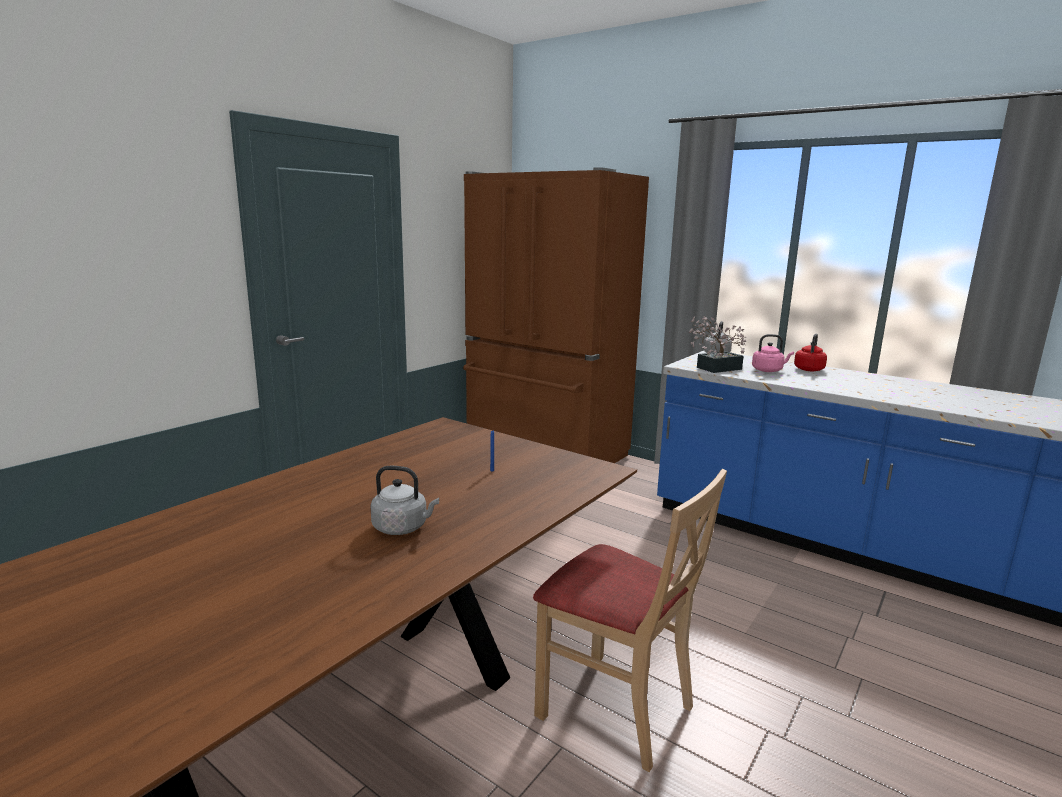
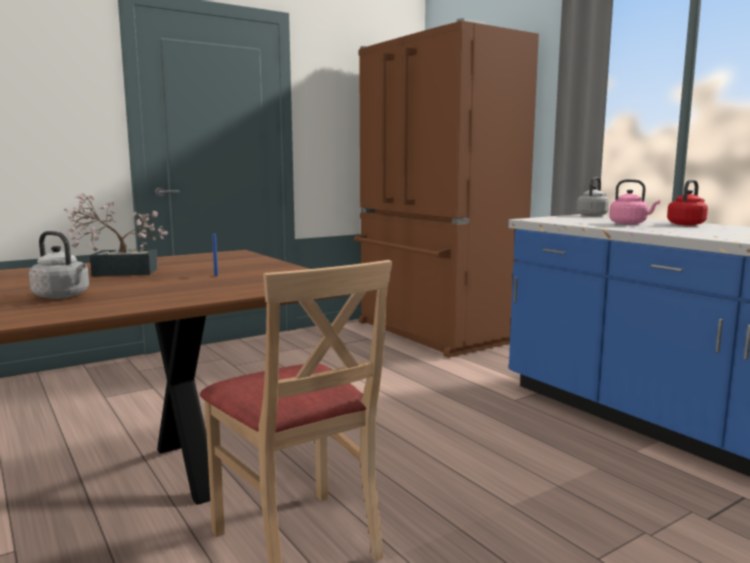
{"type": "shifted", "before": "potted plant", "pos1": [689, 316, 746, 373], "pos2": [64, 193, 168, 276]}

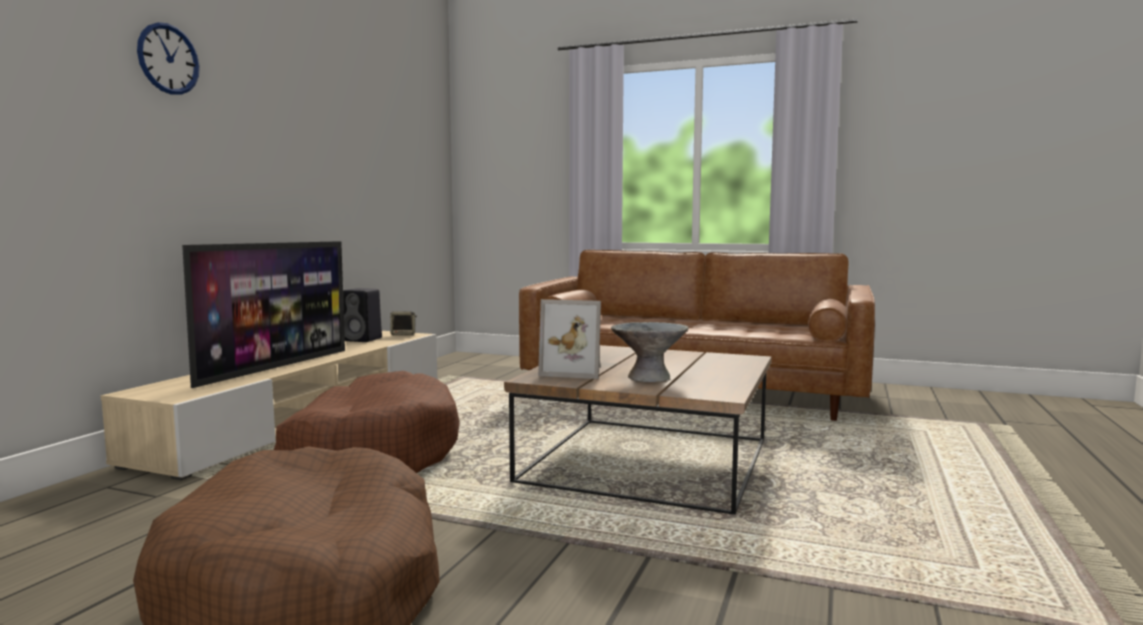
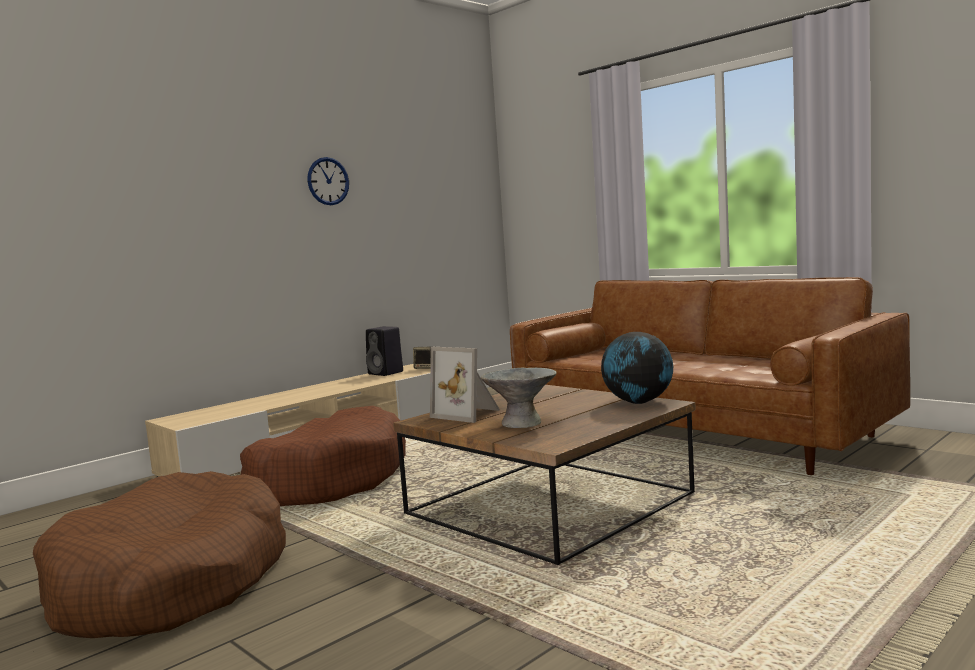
{"type": "shifted", "before": "wall clock", "pos1": [137, 22, 200, 95], "pos2": [307, 157, 349, 205]}
{"type": "gone", "before": "television", "pos1": [182, 241, 345, 388]}
{"type": "new", "after": "globe", "pos2": [601, 332, 673, 404]}

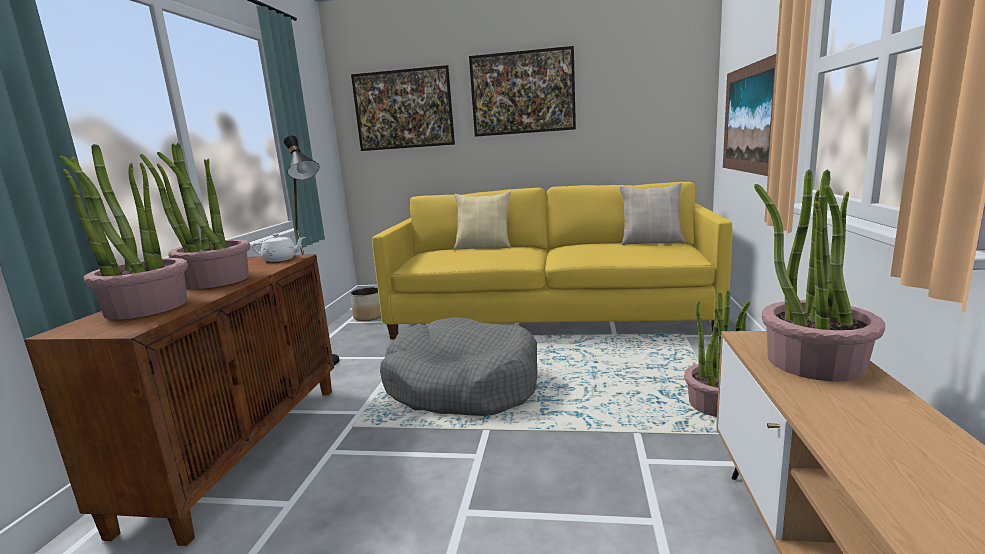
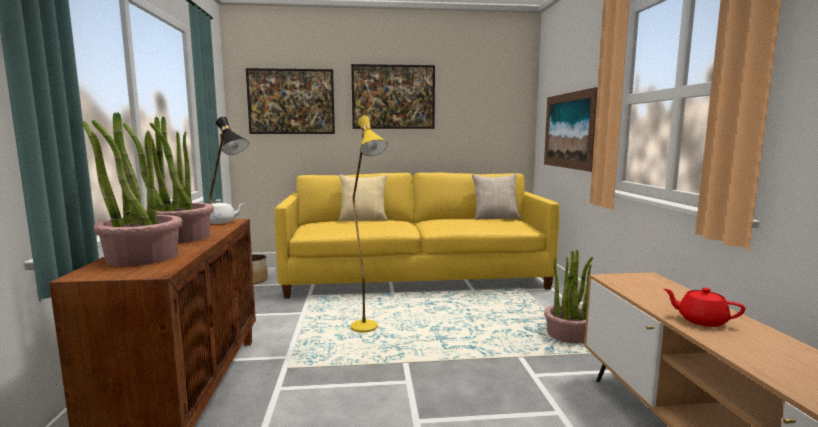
{"type": "swapped", "before": "grey dog bed", "after": "yellow floor lamp", "pos1": [380, 317, 537, 416], "pos2": [351, 116, 388, 332]}
{"type": "gone", "before": "potted plant", "pos1": [754, 170, 885, 381]}
{"type": "new", "after": "red teapot", "pos2": [664, 288, 745, 327]}

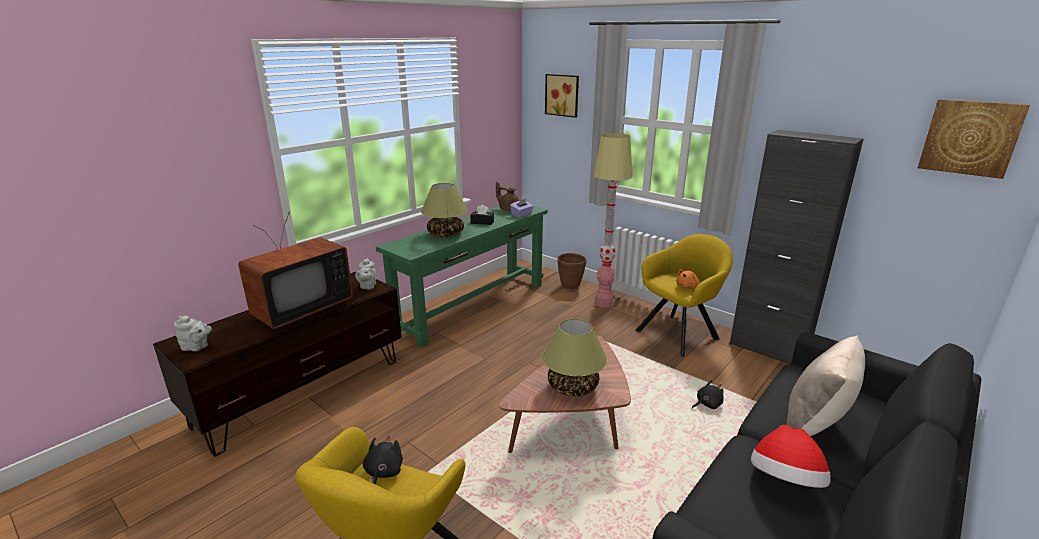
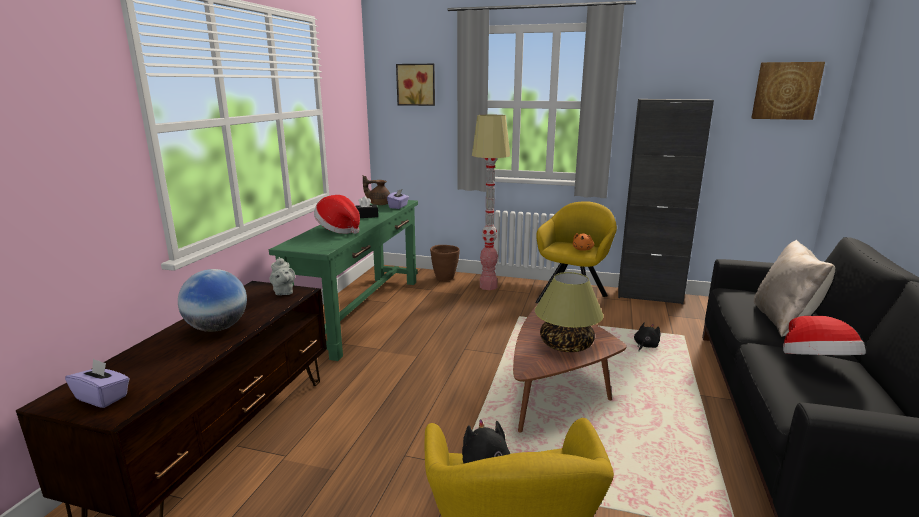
{"type": "swapped", "before": "grey teapot", "after": "purple tissue box", "pos1": [174, 316, 212, 351], "pos2": [65, 358, 130, 408]}
{"type": "swapped", "before": "television", "after": "globe", "pos1": [238, 212, 353, 329], "pos2": [178, 269, 247, 332]}
{"type": "swapped", "before": "table lamp", "after": "hat", "pos1": [421, 183, 468, 237], "pos2": [314, 195, 360, 234]}

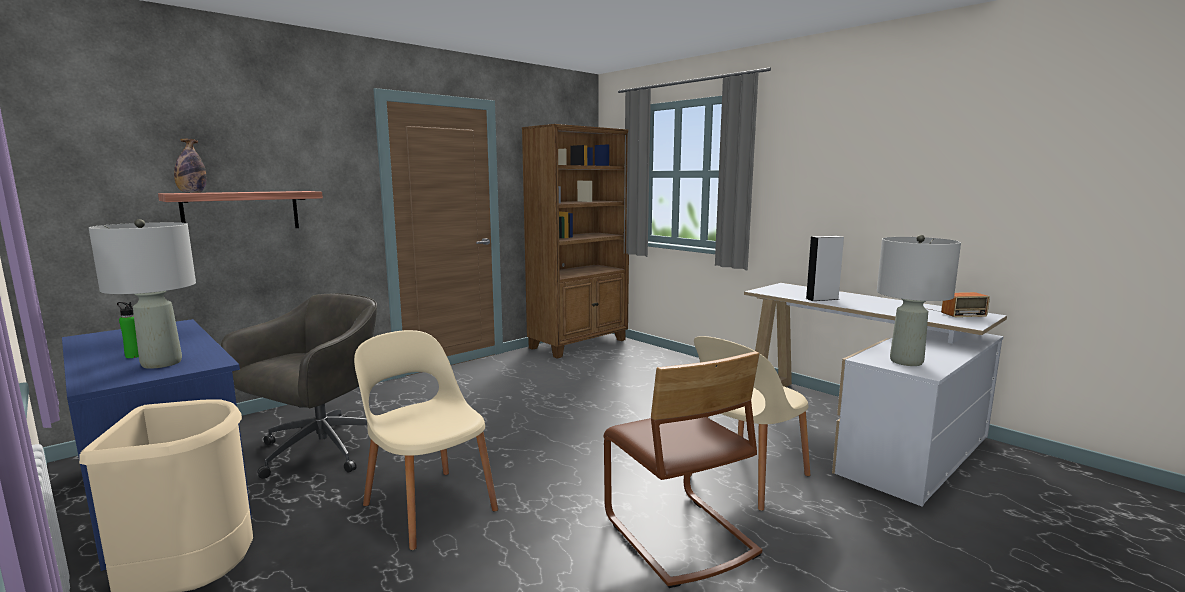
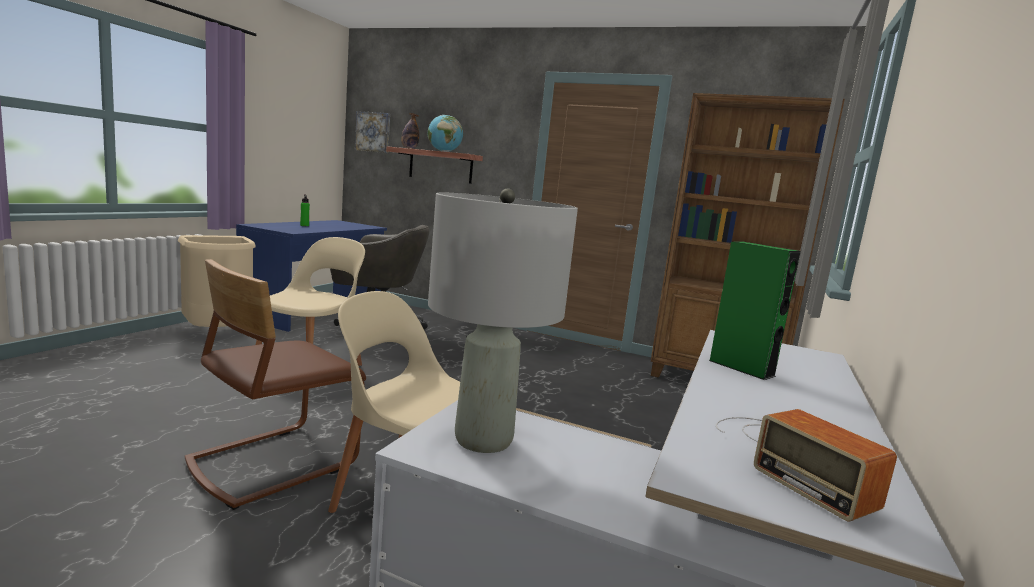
{"type": "gone", "before": "grey table lamp", "pos1": [89, 219, 196, 369]}
{"type": "repainted", "before": "grey speaker", "after": "green speaker", "pos1": [806, 236, 844, 301], "pos2": [708, 241, 800, 380]}
{"type": "new", "after": "picture", "pos2": [355, 111, 390, 153]}
{"type": "new", "after": "globe", "pos2": [428, 115, 463, 152]}

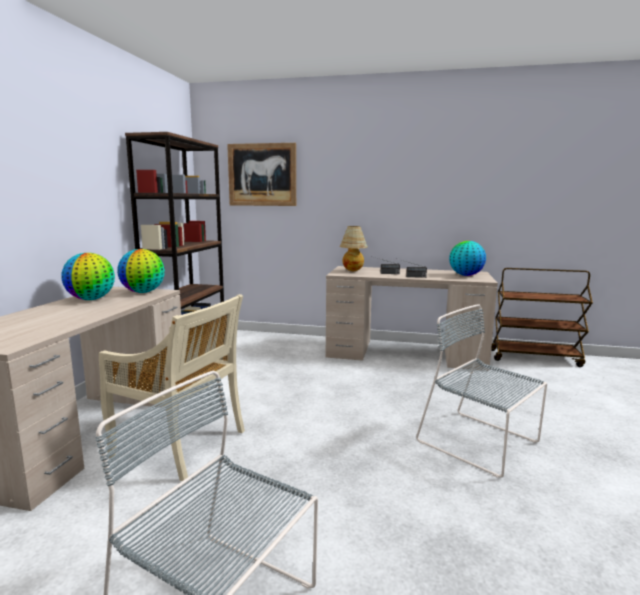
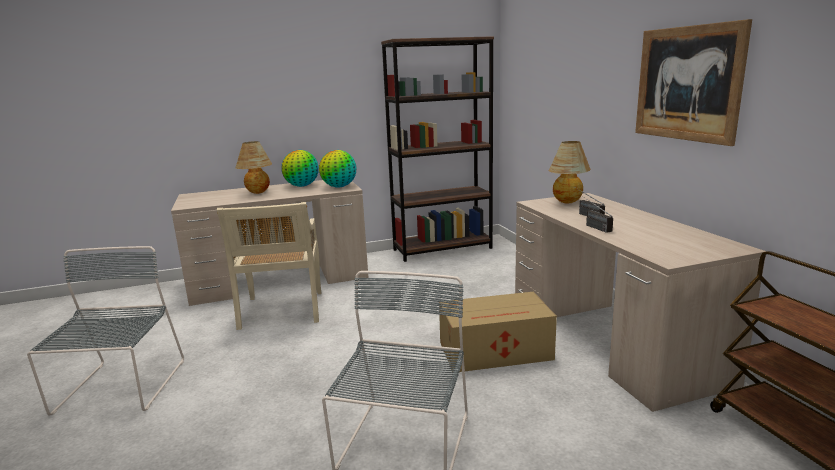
{"type": "shifted", "before": "picture", "pos1": [227, 143, 296, 206], "pos2": [635, 19, 752, 146]}
{"type": "gone", "before": "globe", "pos1": [449, 241, 486, 276]}
{"type": "new", "after": "table lamp", "pos2": [235, 141, 272, 194]}
{"type": "new", "after": "cardboard box", "pos2": [439, 292, 557, 372]}

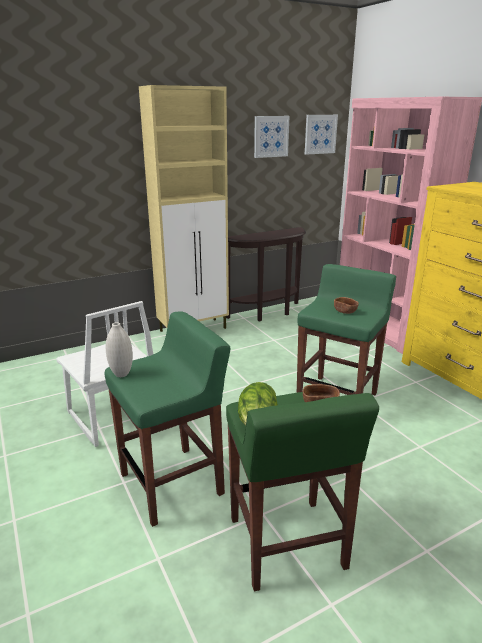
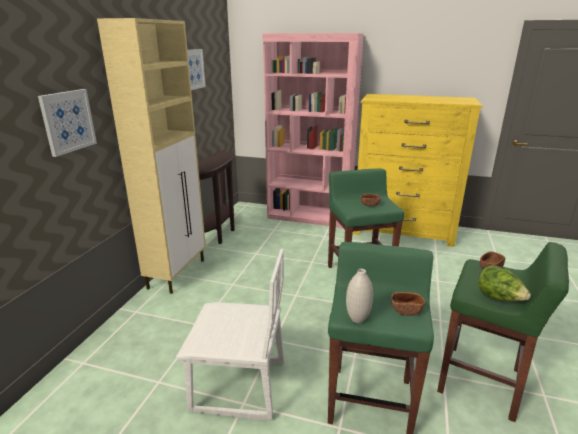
{"type": "shifted", "before": "picture", "pos1": [305, 115, 338, 155], "pos2": [38, 89, 97, 157]}
{"type": "new", "after": "brown bowl", "pos2": [391, 292, 425, 316]}

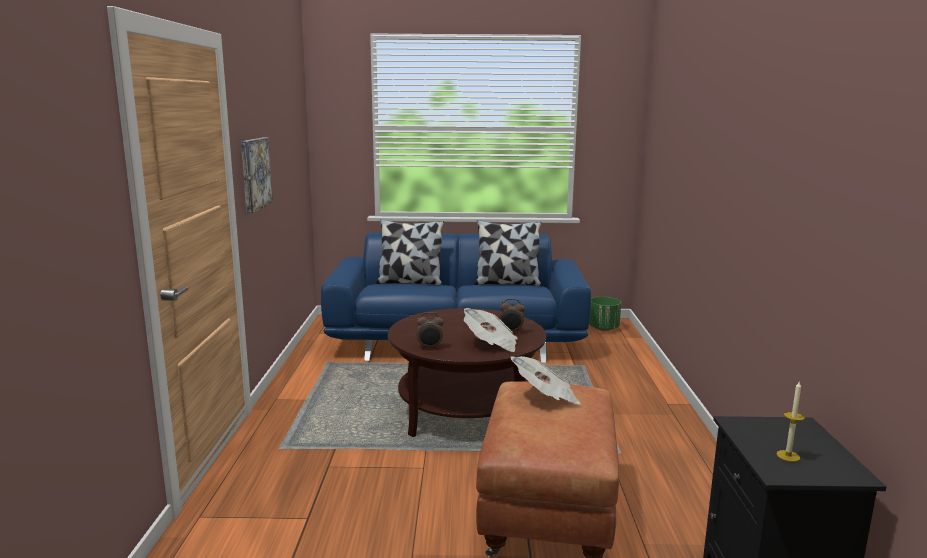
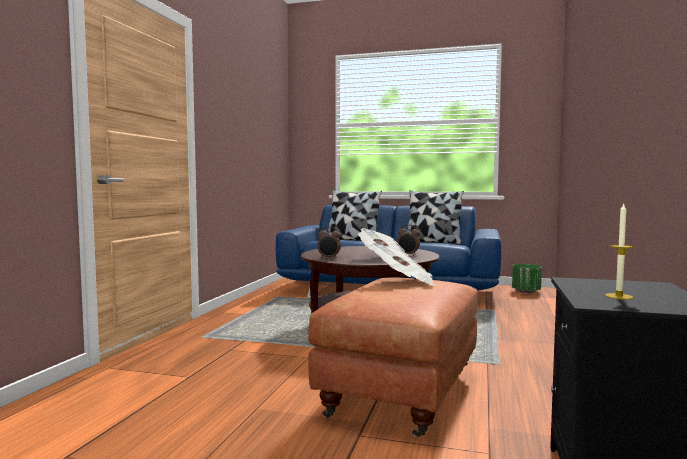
{"type": "gone", "before": "picture", "pos1": [241, 137, 273, 213]}

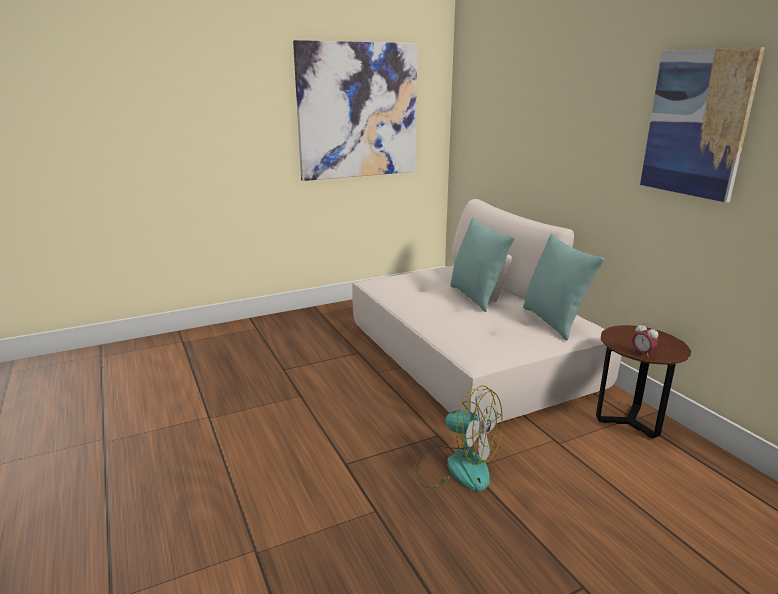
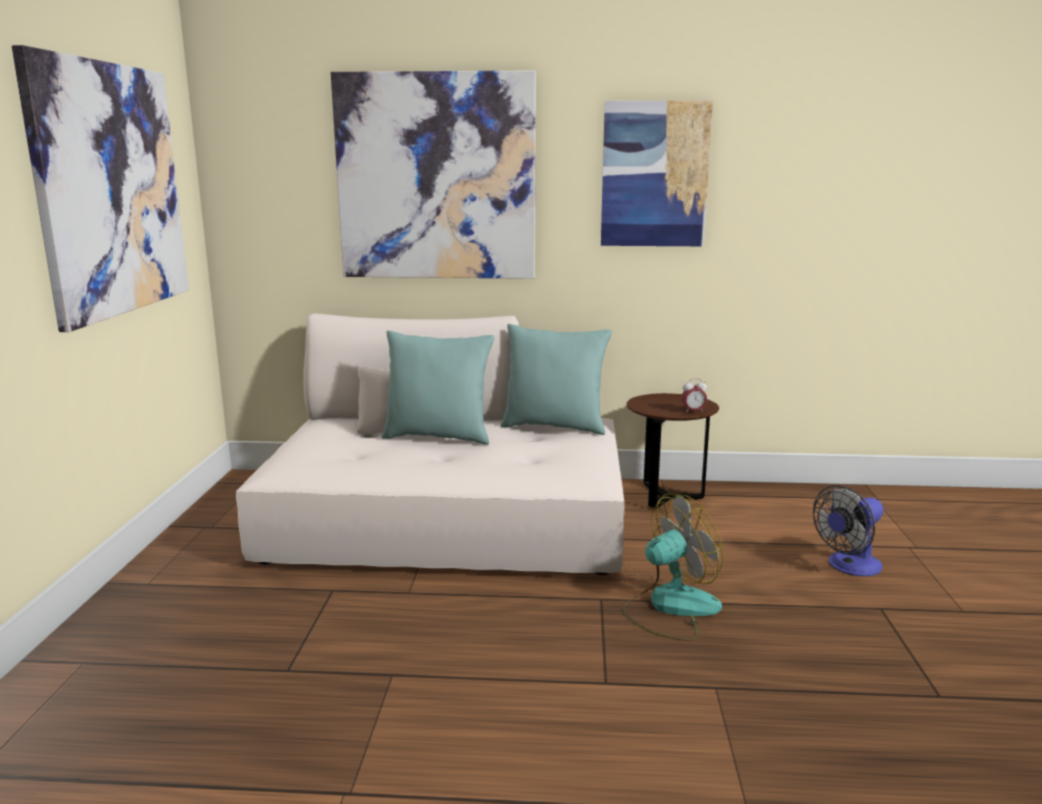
{"type": "new", "after": "picture", "pos2": [331, 71, 536, 279]}
{"type": "new", "after": "fan", "pos2": [813, 485, 883, 576]}

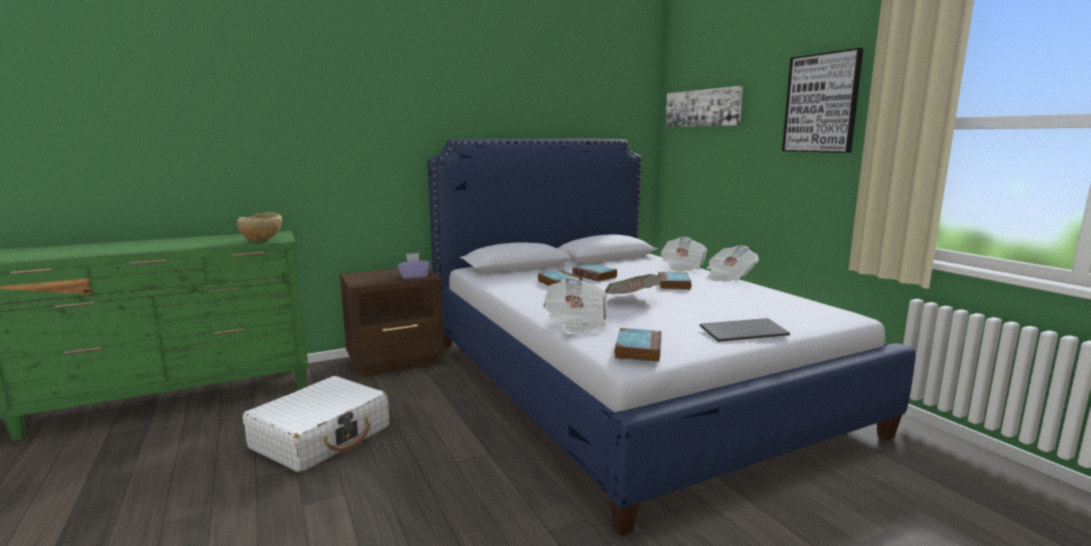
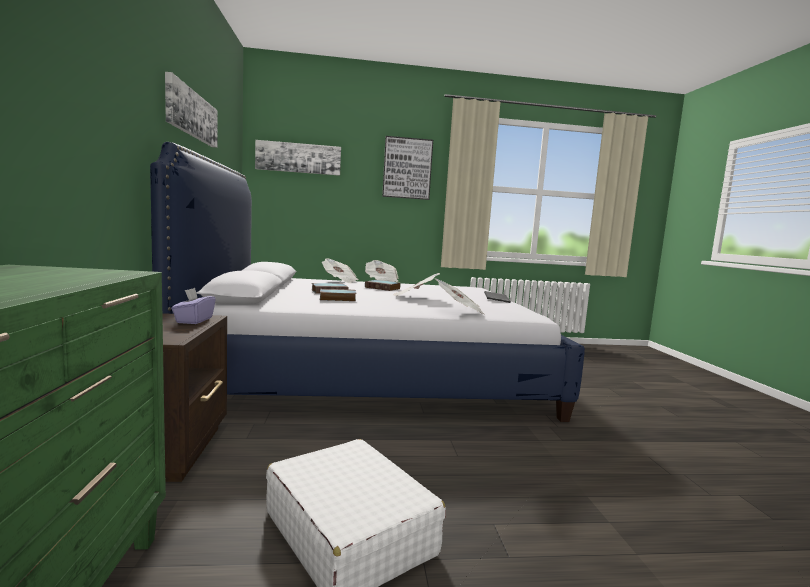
{"type": "gone", "before": "beige bowl", "pos1": [237, 212, 282, 242]}
{"type": "gone", "before": "book", "pos1": [614, 328, 662, 362]}
{"type": "new", "after": "picture", "pos2": [165, 72, 217, 148]}

